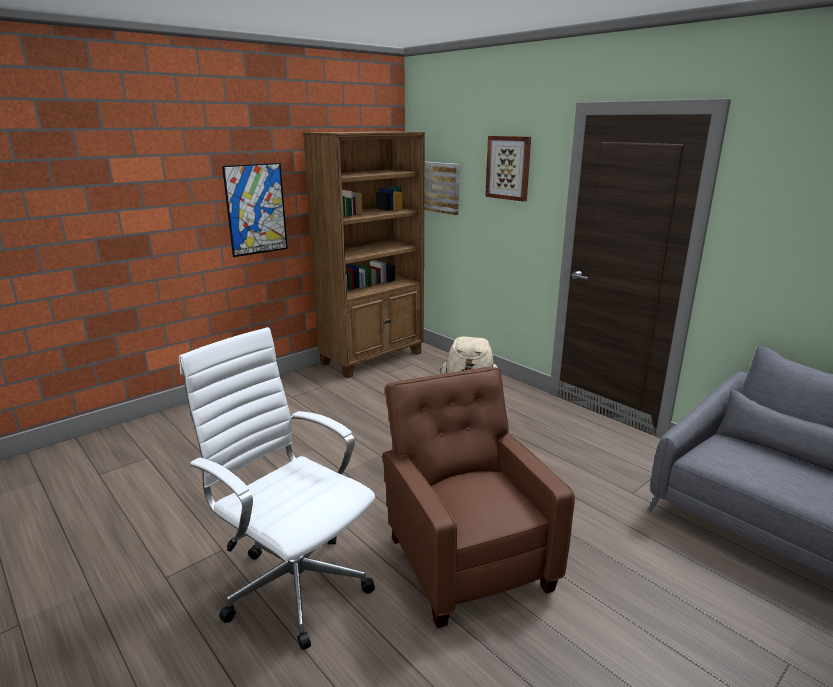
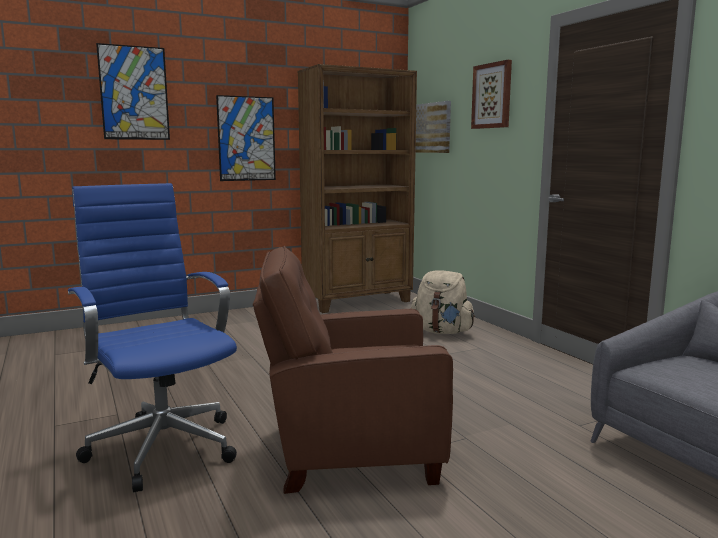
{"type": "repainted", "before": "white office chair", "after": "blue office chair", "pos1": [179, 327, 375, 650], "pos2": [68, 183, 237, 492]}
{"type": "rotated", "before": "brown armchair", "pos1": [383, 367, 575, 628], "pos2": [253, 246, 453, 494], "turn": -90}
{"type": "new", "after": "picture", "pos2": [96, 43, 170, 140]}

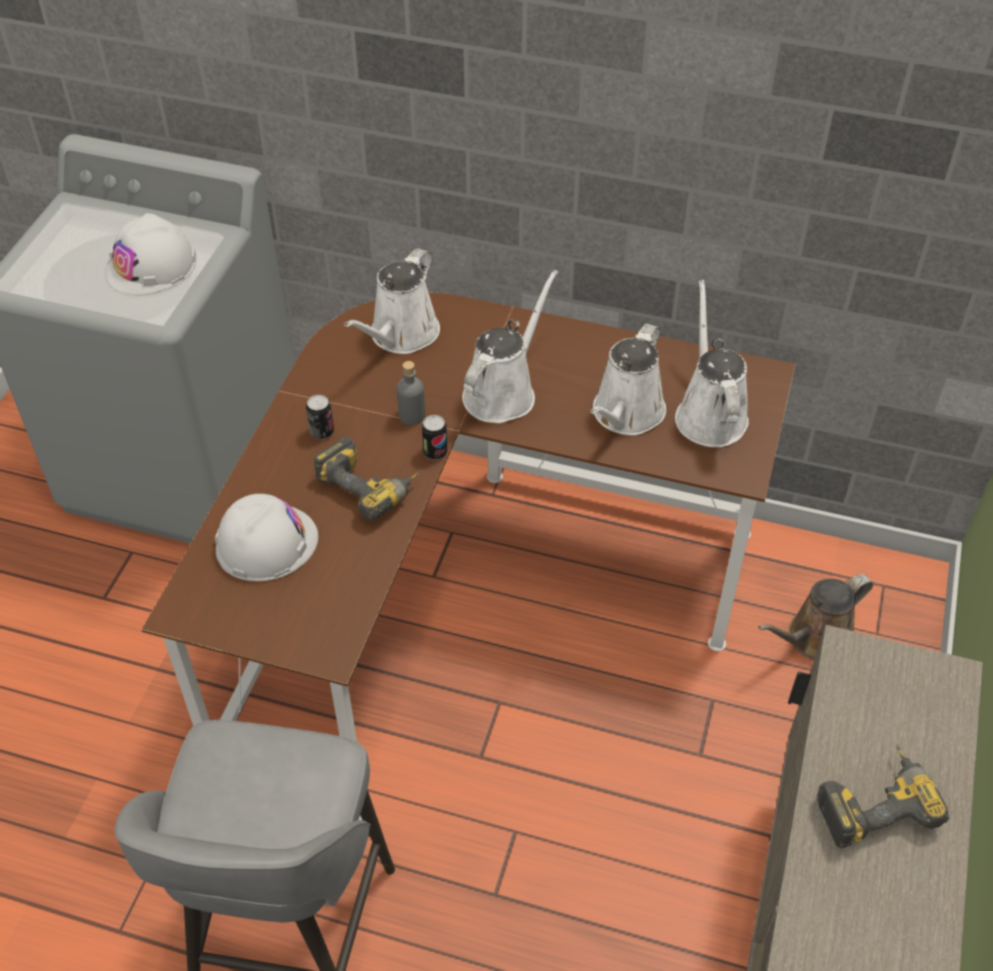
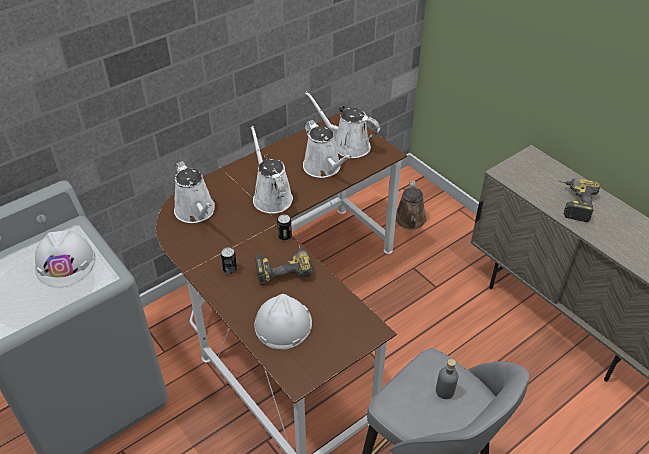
{"type": "shifted", "before": "grey bottle", "pos1": [397, 361, 425, 425], "pos2": [436, 359, 458, 399]}

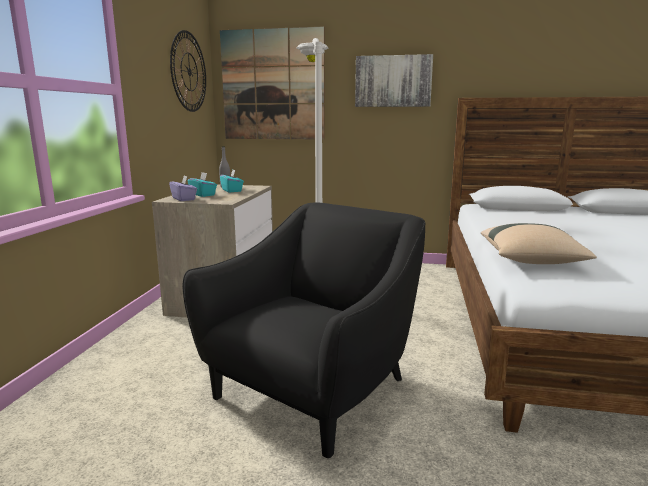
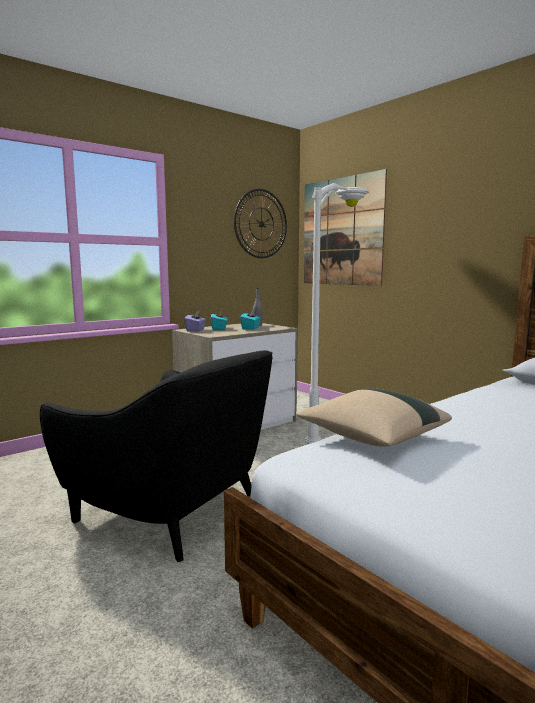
{"type": "rotated", "before": "black armchair", "pos1": [183, 202, 426, 458], "pos2": [40, 350, 272, 562], "turn": 45}
{"type": "gone", "before": "picture", "pos1": [355, 54, 433, 107]}

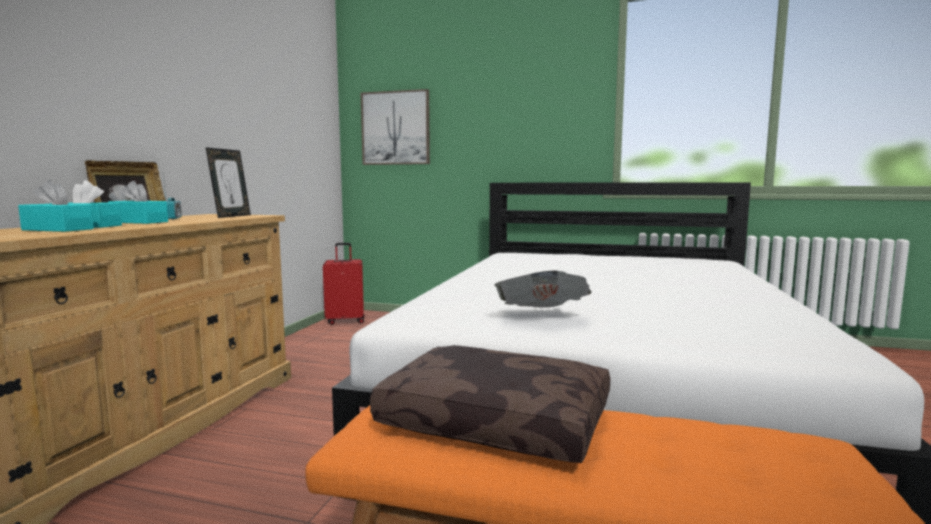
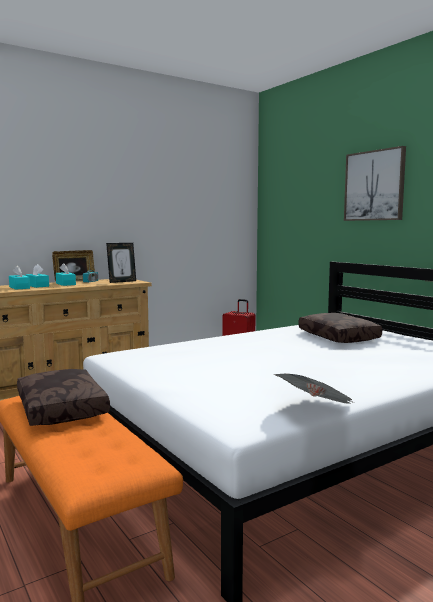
{"type": "shifted", "before": "picture", "pos1": [361, 89, 430, 165], "pos2": [344, 146, 406, 221]}
{"type": "shifted", "before": "newspaper", "pos1": [494, 271, 591, 308], "pos2": [274, 374, 354, 404]}
{"type": "new", "after": "brown pillow", "pos2": [298, 313, 382, 343]}

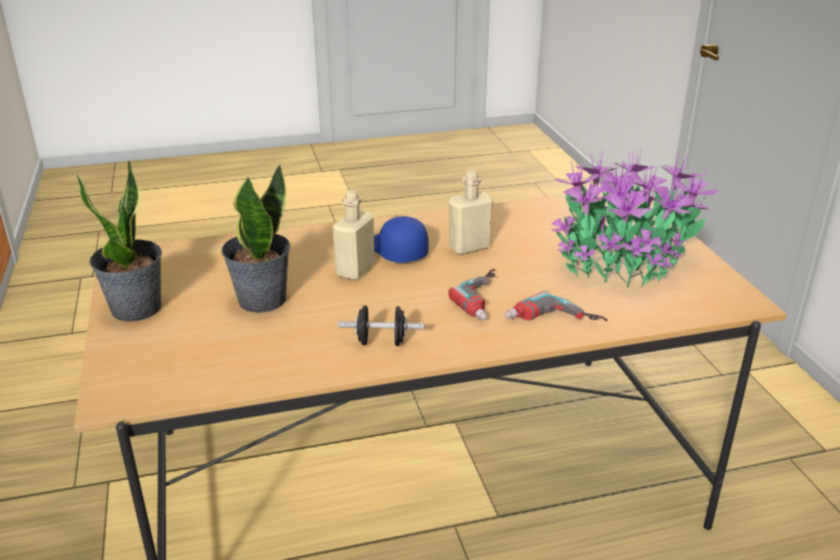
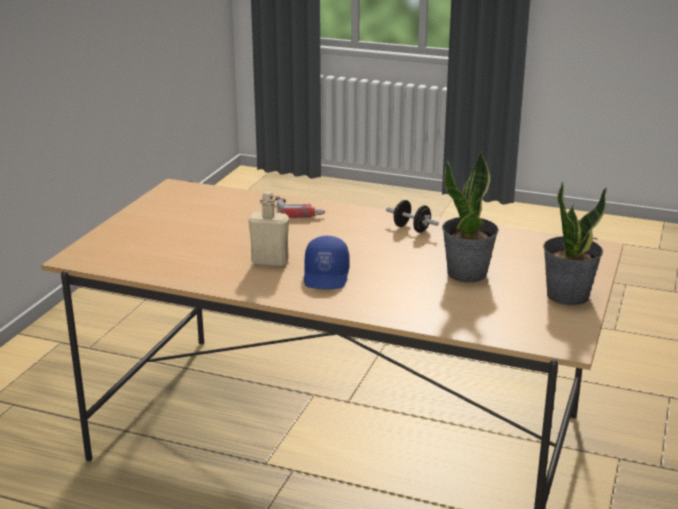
{"type": "gone", "before": "beige bottle", "pos1": [332, 190, 375, 280]}
{"type": "gone", "before": "power drill", "pos1": [448, 269, 495, 320]}
{"type": "gone", "before": "potted plant", "pos1": [550, 149, 720, 288]}

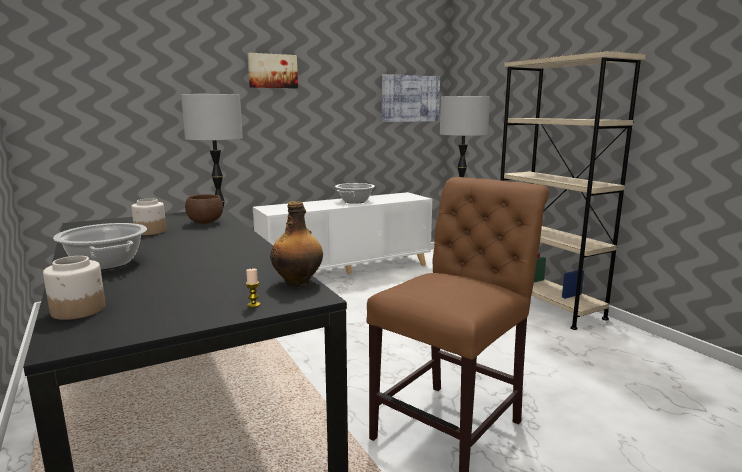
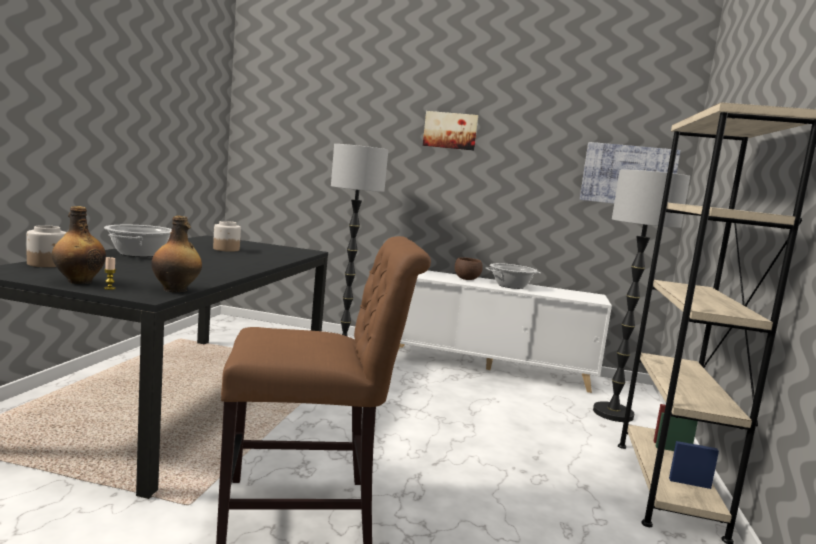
{"type": "shifted", "before": "brown bowl", "pos1": [185, 194, 223, 224], "pos2": [455, 258, 483, 280]}
{"type": "new", "after": "bottle", "pos2": [52, 206, 106, 284]}

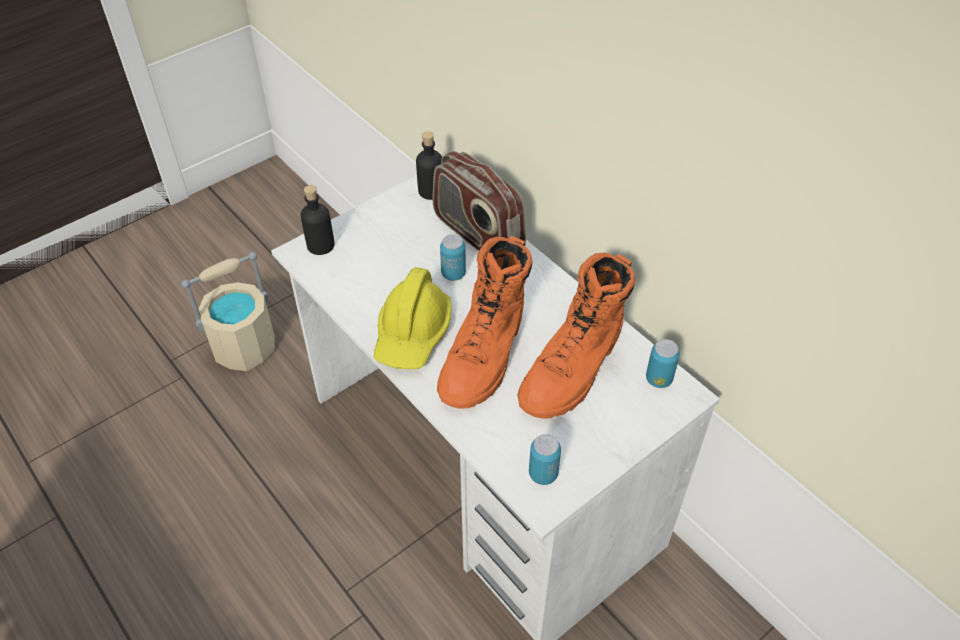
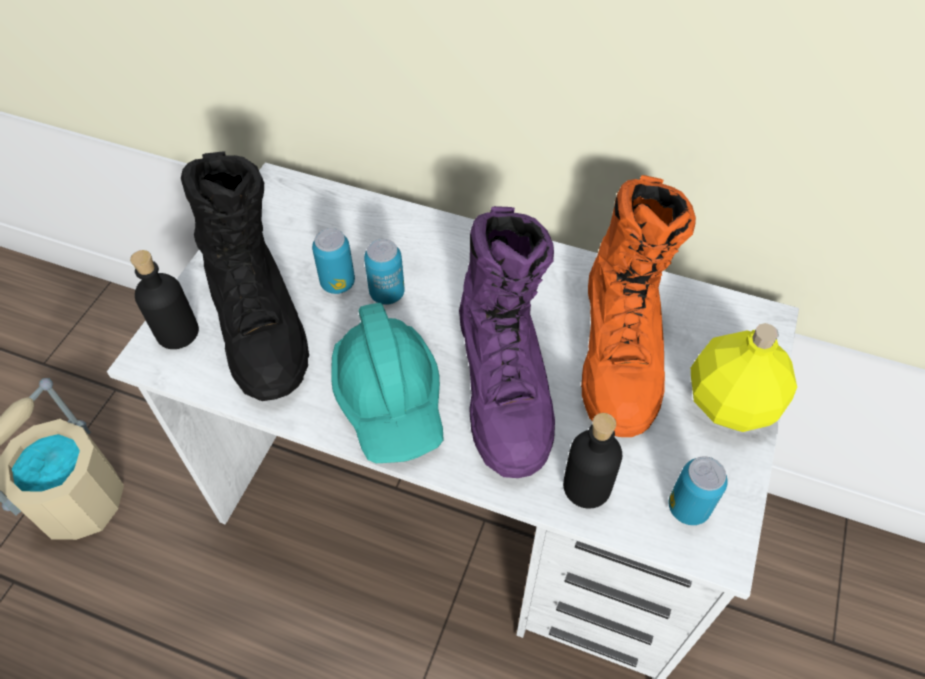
{"type": "repainted", "before": "yellow hard hat", "after": "turquoise hard hat", "pos1": [374, 267, 451, 369], "pos2": [331, 303, 444, 463]}
{"type": "shifted", "before": "black bottle", "pos1": [416, 131, 442, 200], "pos2": [563, 413, 622, 508]}
{"type": "gone", "before": "radio", "pos1": [433, 151, 526, 251]}
{"type": "repainted", "before": "orange boot", "after": "purple boot", "pos1": [437, 236, 533, 409], "pos2": [459, 206, 555, 478]}
{"type": "shifted", "before": "can", "pos1": [646, 339, 680, 388], "pos2": [312, 228, 355, 294]}
{"type": "new", "after": "black boot", "pos2": [181, 152, 309, 401]}
{"type": "new", "after": "yellow bottle", "pos2": [691, 323, 797, 432]}

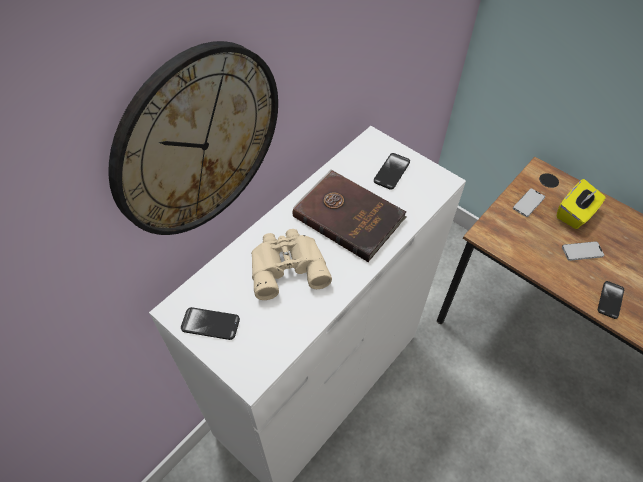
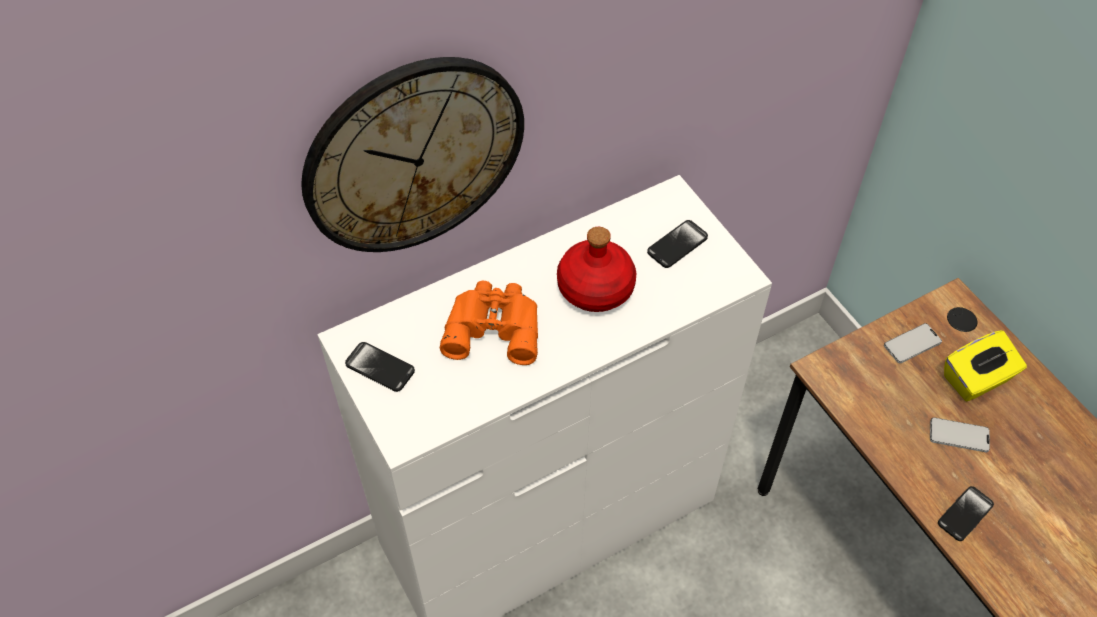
{"type": "repainted", "before": "beige binoculars", "after": "orange binoculars", "pos1": [251, 229, 332, 300], "pos2": [440, 281, 538, 365]}
{"type": "swapped", "before": "brown book", "after": "red bottle", "pos1": [293, 169, 407, 262], "pos2": [557, 227, 636, 312]}

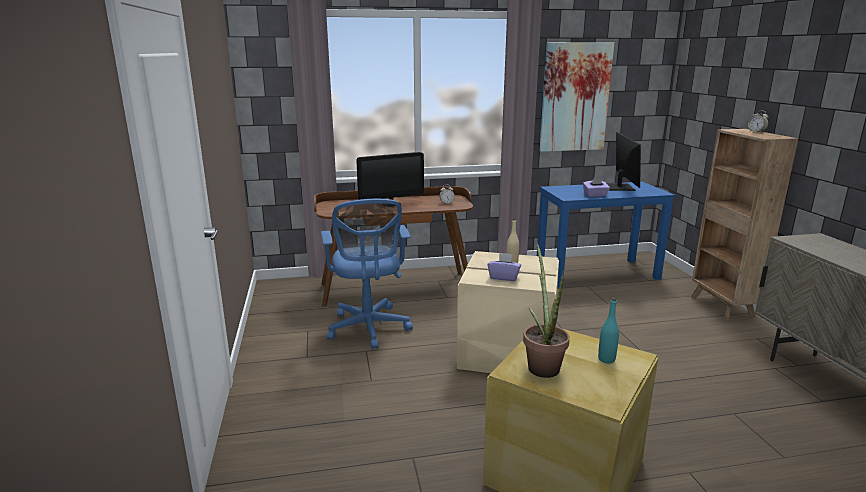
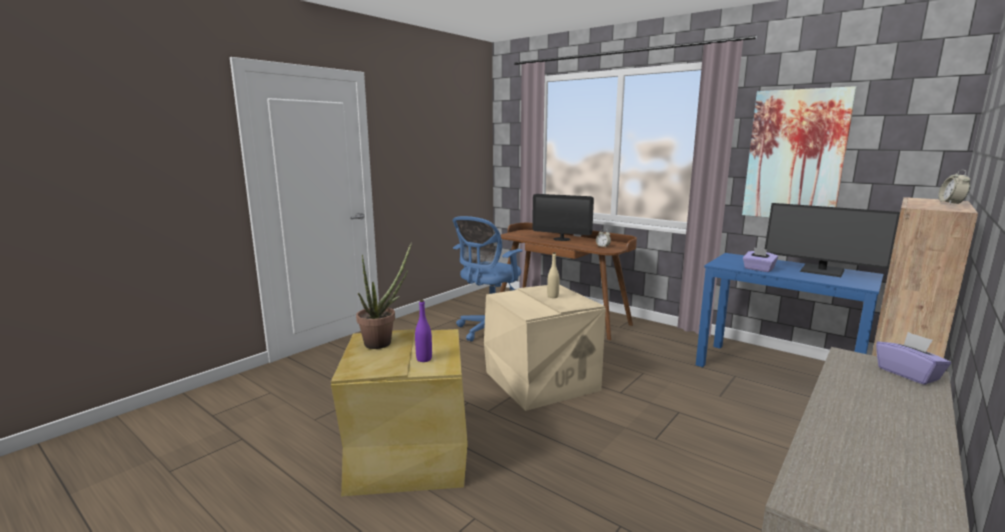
{"type": "shifted", "before": "purple tissue box", "pos1": [487, 253, 521, 281], "pos2": [876, 332, 951, 385]}
{"type": "repainted", "before": "turquoise bottle", "after": "purple bottle", "pos1": [598, 298, 619, 363], "pos2": [415, 300, 432, 362]}
{"type": "rotated", "before": "monitor", "pos1": [607, 132, 641, 191], "pos2": [765, 203, 900, 277], "turn": 75}

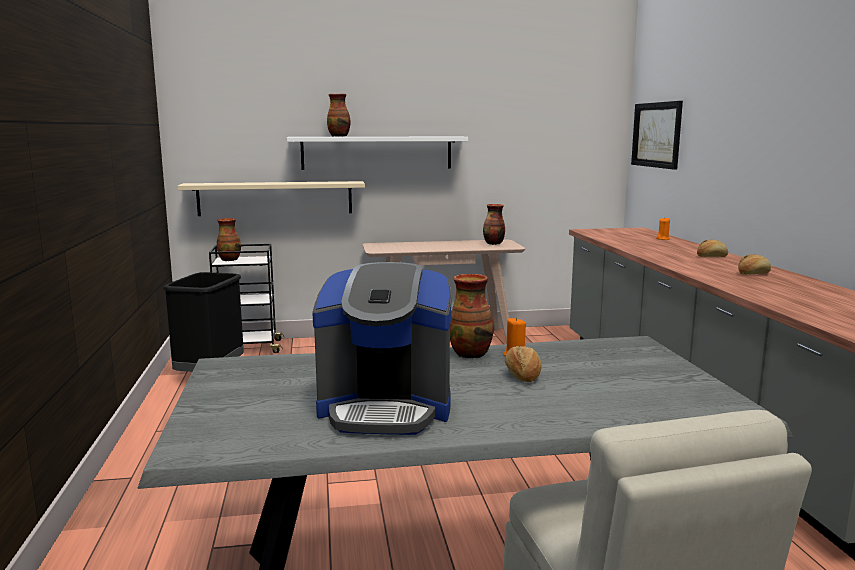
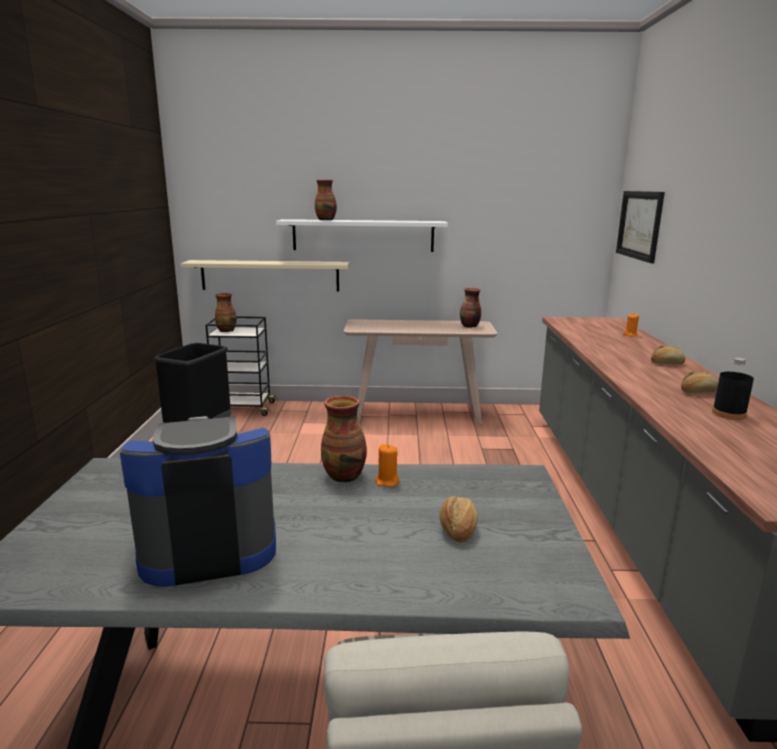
{"type": "rotated", "before": "coffee machine", "pos1": [312, 262, 451, 435], "pos2": [120, 416, 276, 587], "turn": 150}
{"type": "shifted", "before": "bread", "pos1": [505, 346, 541, 382], "pos2": [439, 496, 478, 543]}
{"type": "new", "after": "black bottle", "pos2": [712, 358, 754, 420]}

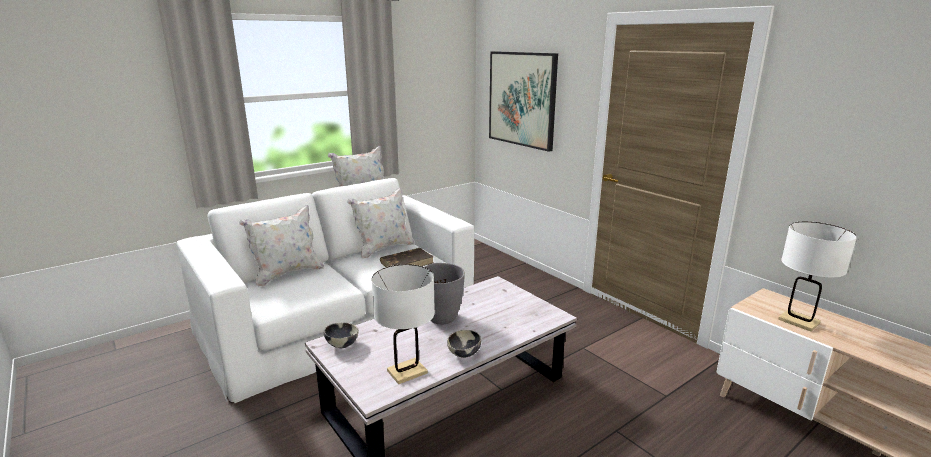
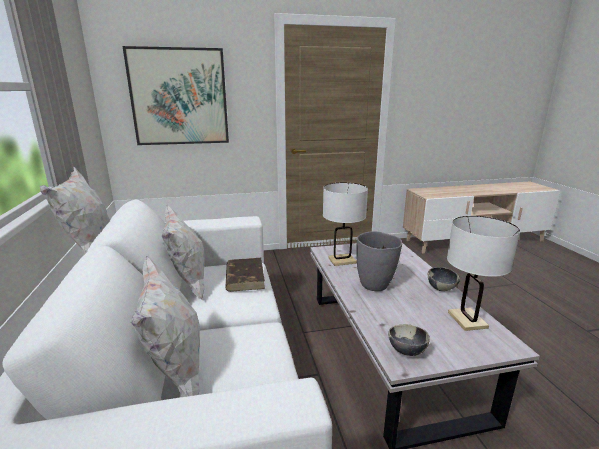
{"type": "shifted", "before": "white table lamp", "pos1": [778, 221, 857, 332], "pos2": [323, 182, 368, 266]}

